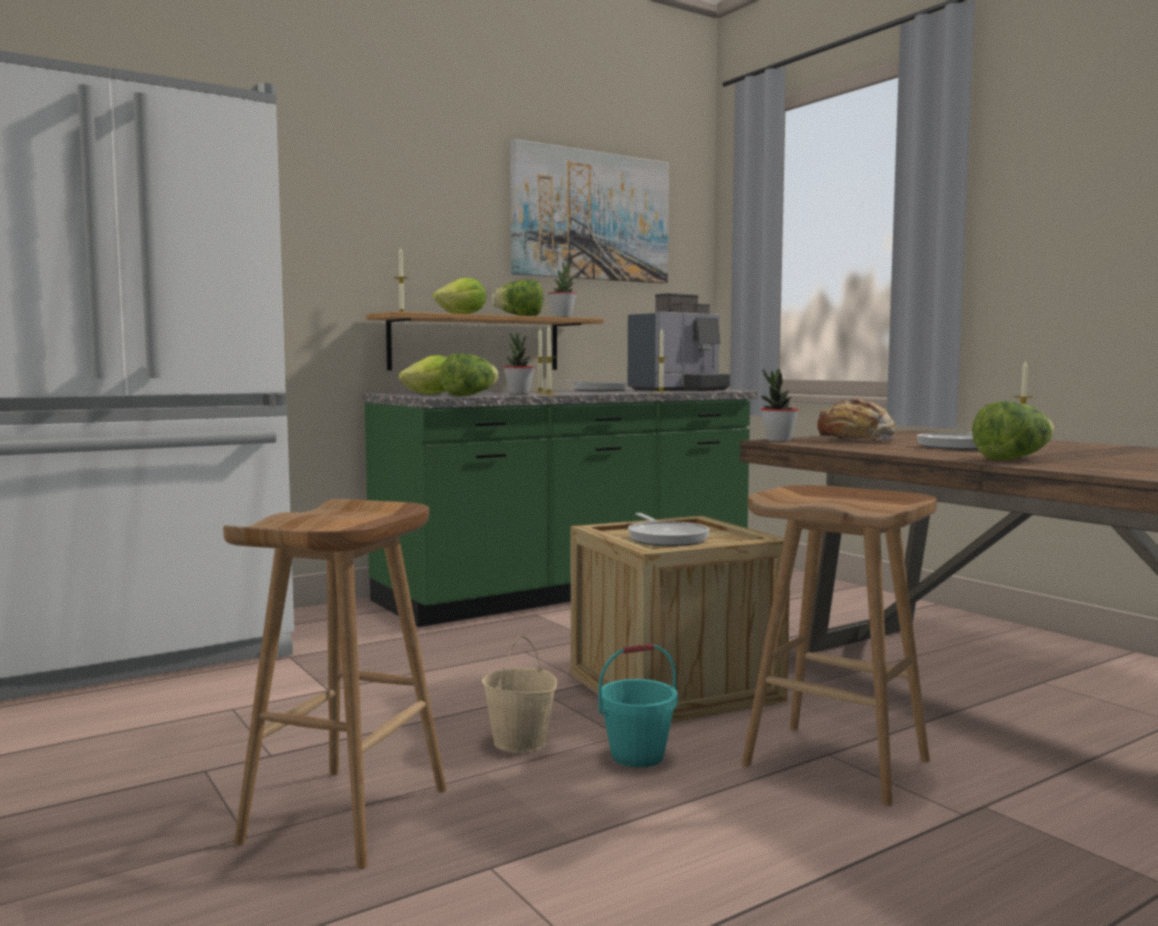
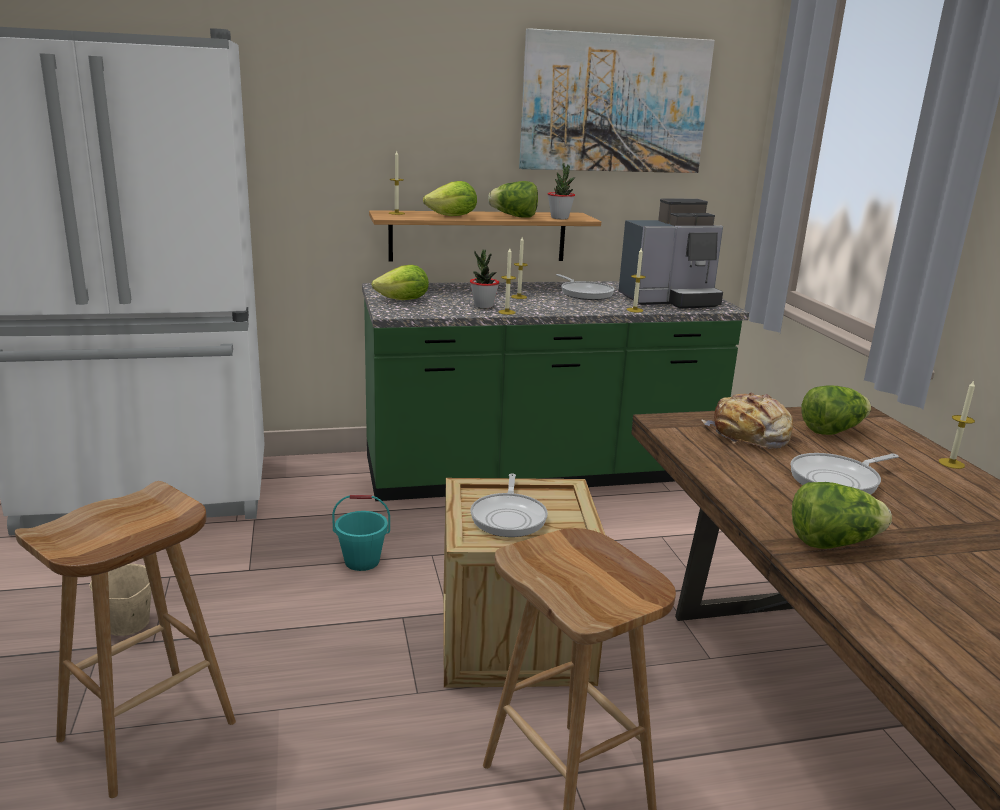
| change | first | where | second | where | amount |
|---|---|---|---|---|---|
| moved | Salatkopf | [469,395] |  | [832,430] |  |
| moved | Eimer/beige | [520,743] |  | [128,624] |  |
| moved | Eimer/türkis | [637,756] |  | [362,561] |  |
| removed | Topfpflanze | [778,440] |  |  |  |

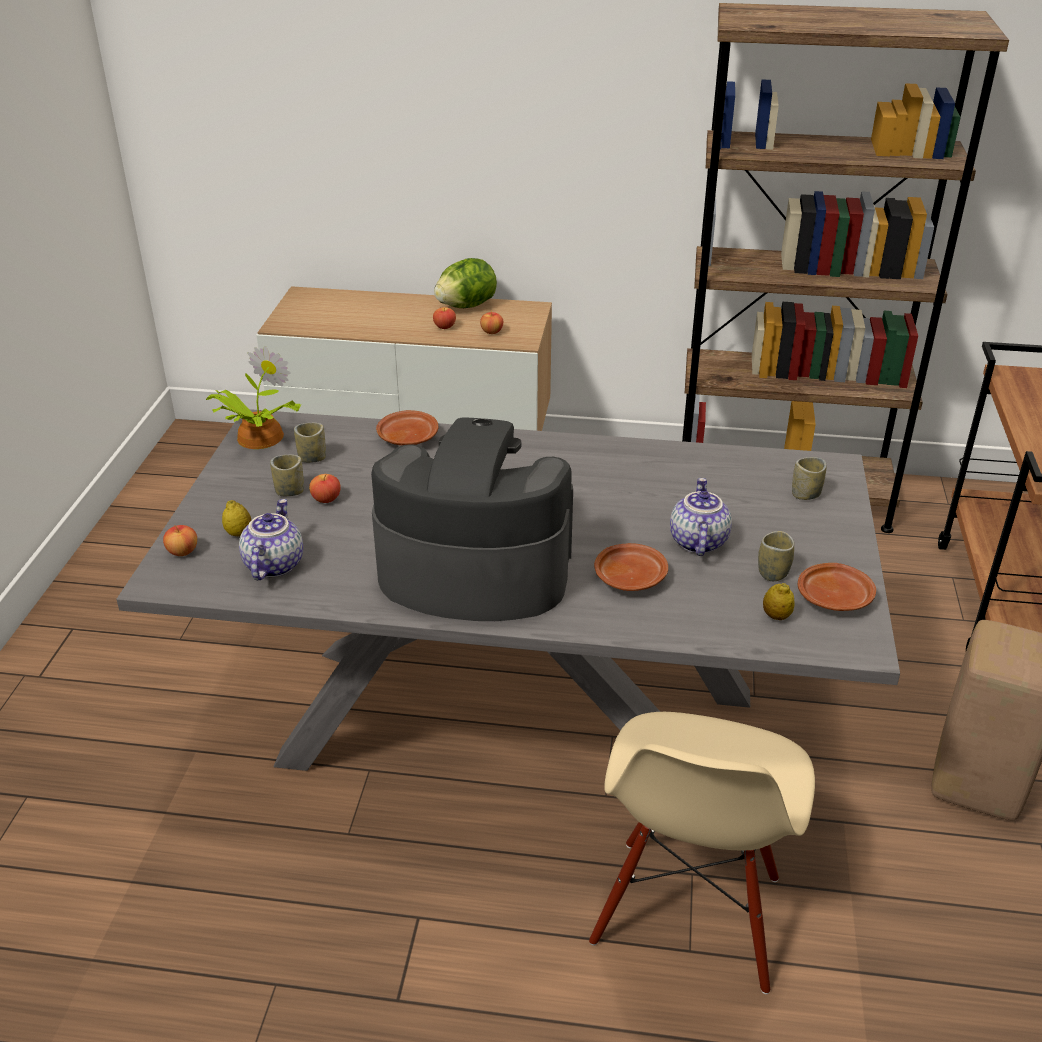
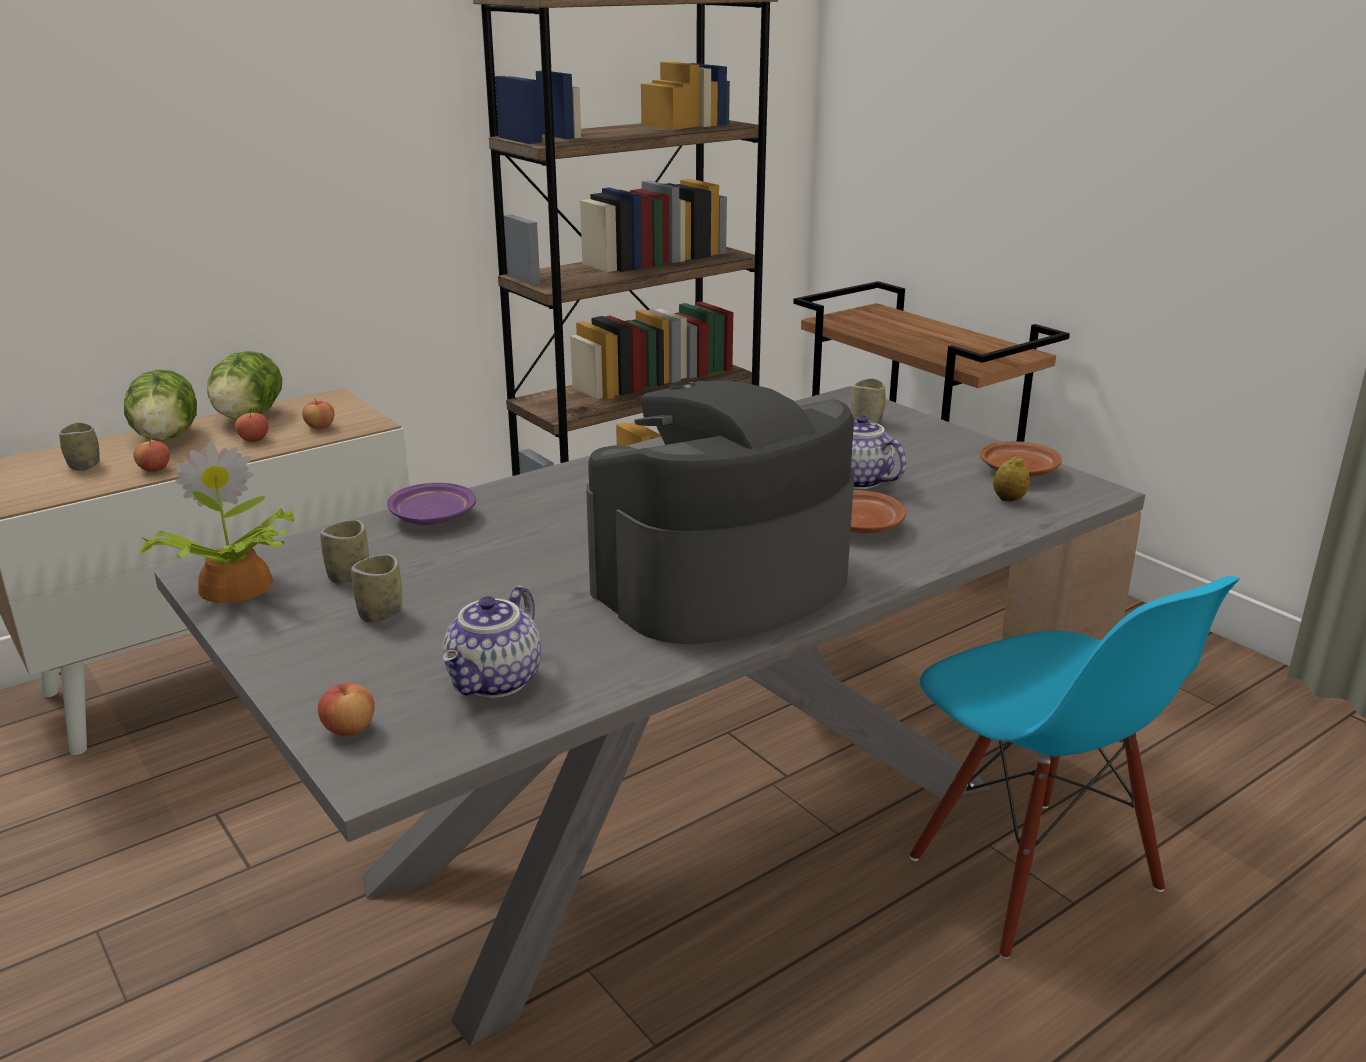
| change | first | where | second | where | amount |
|---|---|---|---|---|---|
| removed | Zitrone | [239,533] |  |  |  |
| turned | Teekanne | [272,564] |  | [496,682] | 120 degrees counterclockwise |
| moved | Apfel | [326,499] |  | [154,469] |  |
| recoloured | Teller/braun | [407,437] | Teller/lila | [431,517] |  |
| recoloured | Stuhl/beige | [689,913] | Stuhl/blau | [1032,875] |  |
| moved | Tasse | [773,573] |  | [84,465] |  |
| added |  |  | Salatkopf | [166,437] |  |

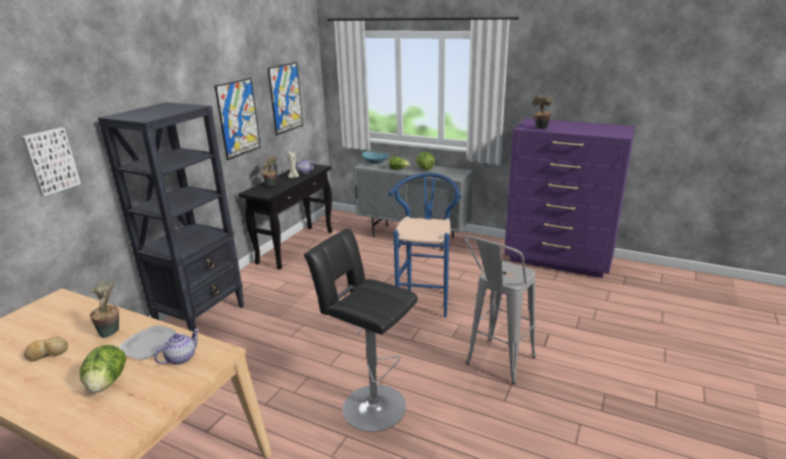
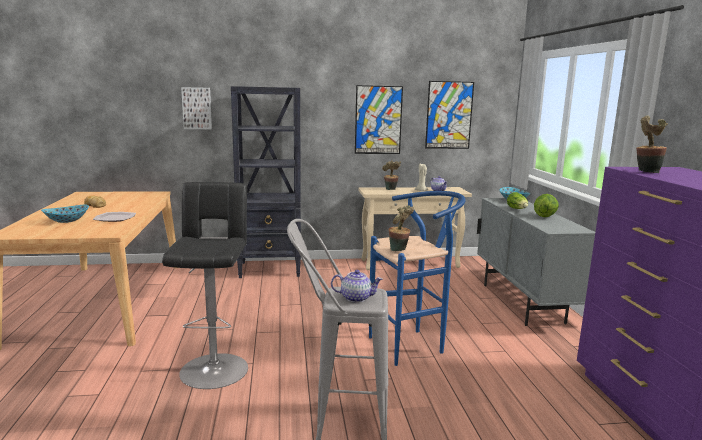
| change | first | where | second | where | amount |
|---|---|---|---|---|---|
| replaced | Salatkopf | [107,383] | Schüssel | [67,221] |  |
| moved | Topfpflanze | [112,332] |  | [399,250] |  |
| moved | Teekanne | [181,358] |  | [356,298] |  |
| recoloured | Konsolentisch/schwarz | [296,246] | Konsolentisch/beige | [410,263] |  |

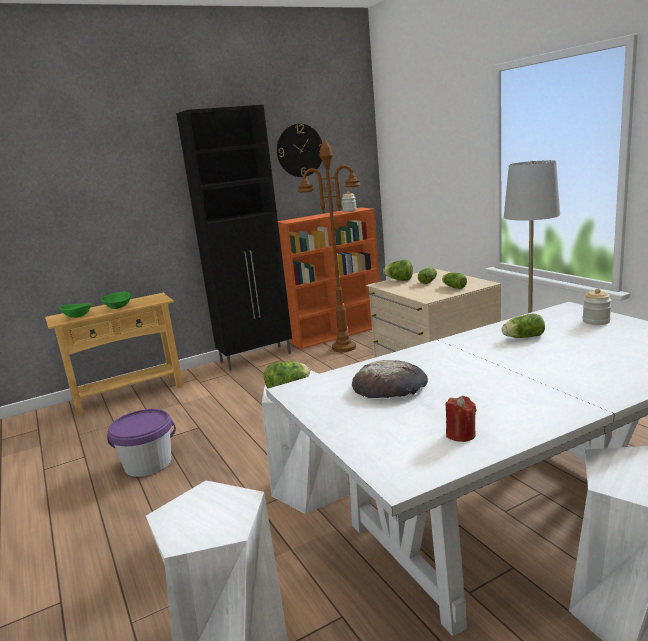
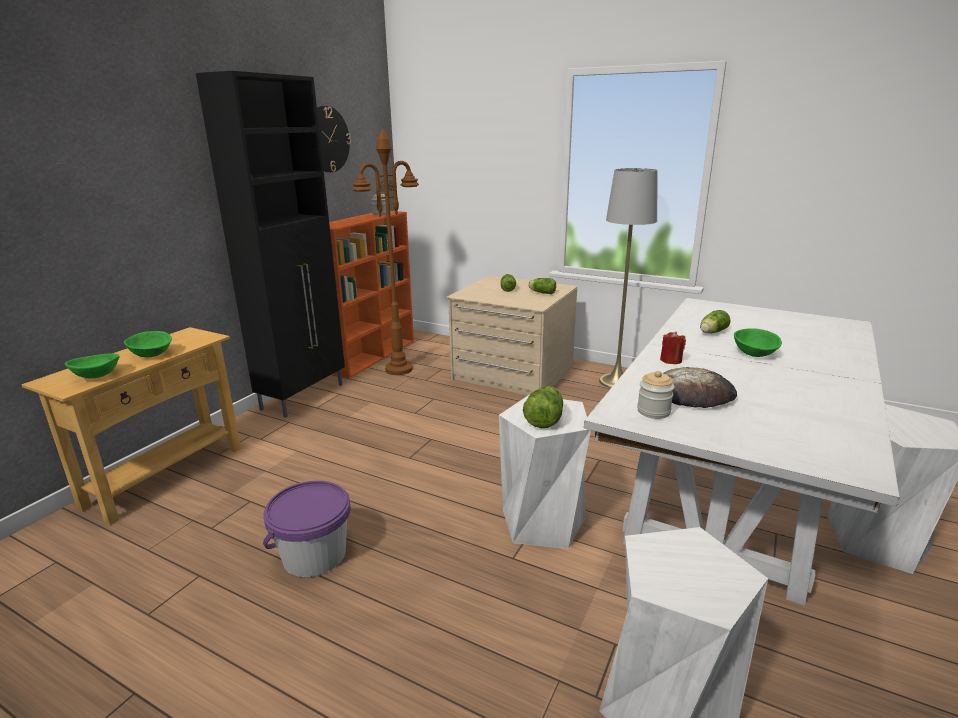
| change | first | where | second | where | amount |
|---|---|---|---|---|---|
| removed | Salatkopf | [399,280] |  |  |  |
| moved | Kerze/rot | [460,434] |  | [671,360] |  |
| moved | Vorratsglas | [596,321] |  | [653,411] |  |
| added |  |  | Schüssel/grün | [754,354] |  |

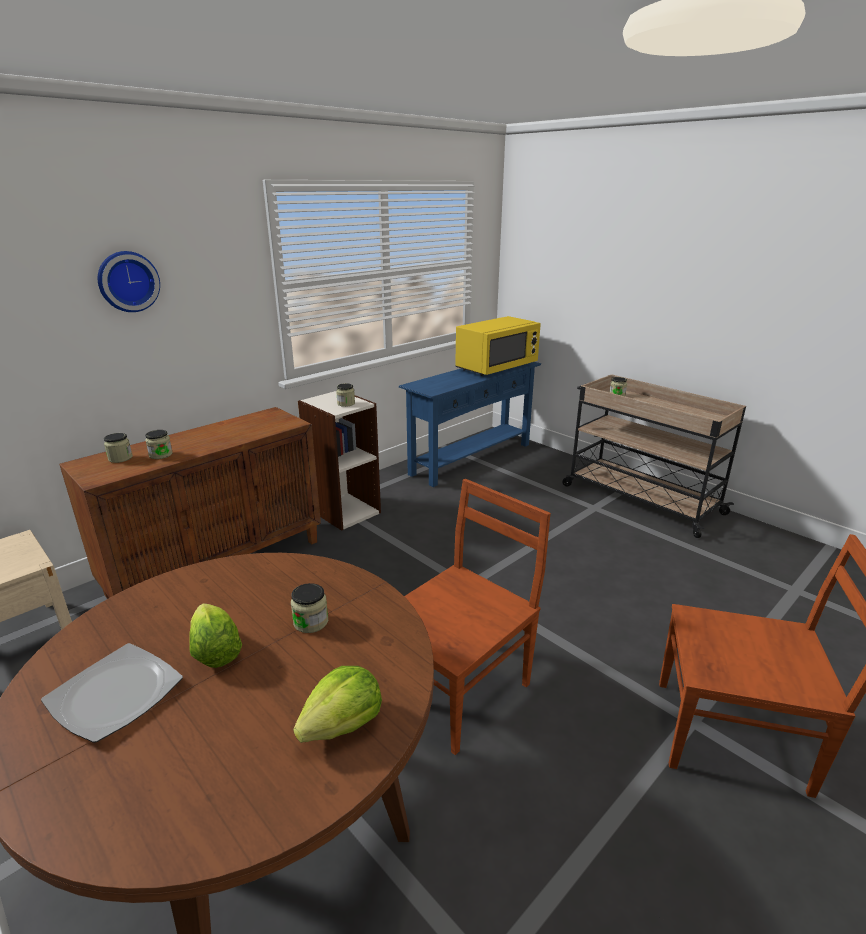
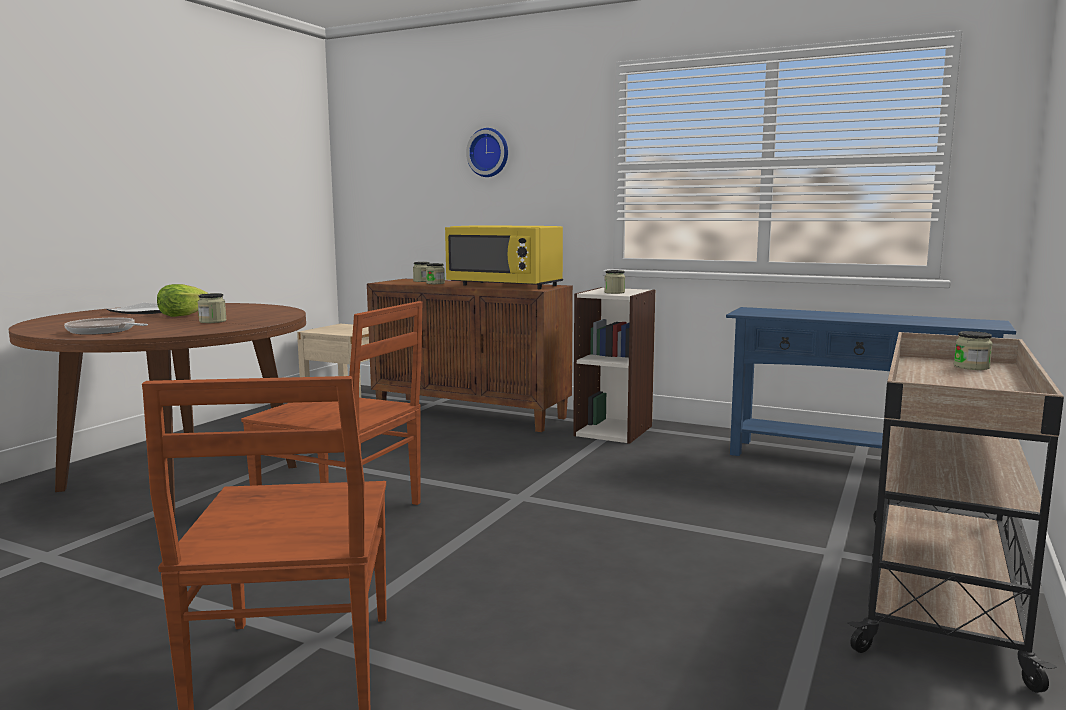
| change | first | where | second | where | amount |
|---|---|---|---|---|---|
| replaced | Salatkopf | [343,724] | Pfanne | [104,331] |  |
| moved | Mikrowelle/gelb | [496,367] |  | [505,286] |  |

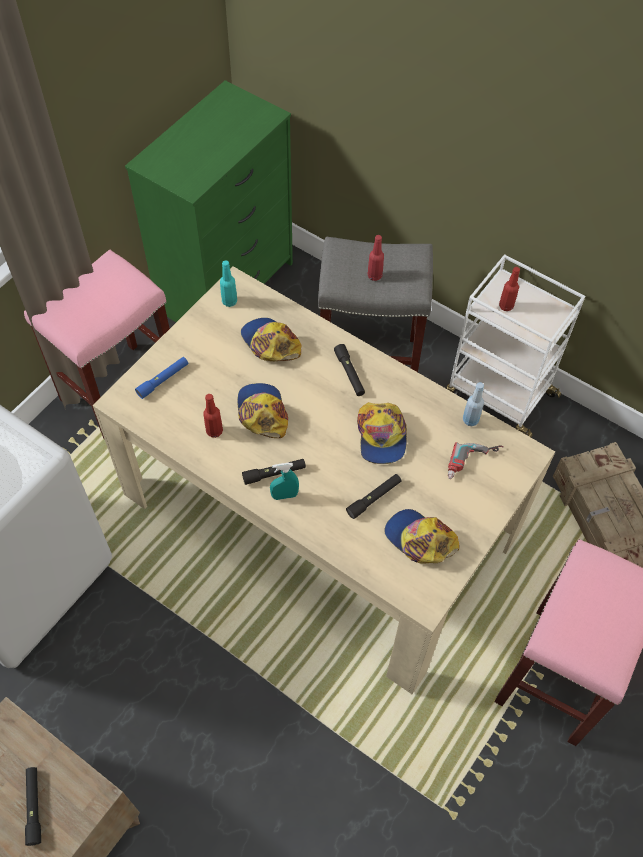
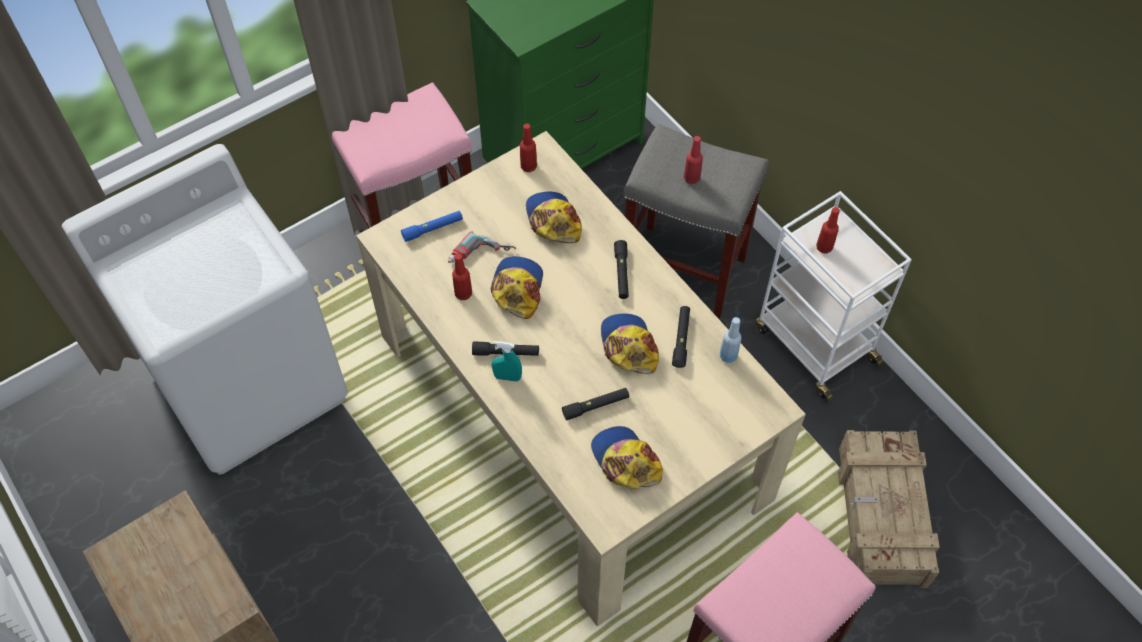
| change | first | where | second | where | amount |
|---|---|---|---|---|---|
| moved | Taschenlampe/schwarz | [34,806] |  | [681,339] |  |
| recoloured | Flasche/türkis | [229,301] | Flasche/rot | [528,166] |  |
| turned | Kappe | [381,436] |  | [628,346] | 150 degrees clockwise |
| moved | Bohrmaschine | [474,464] |  | [481,257] |  |

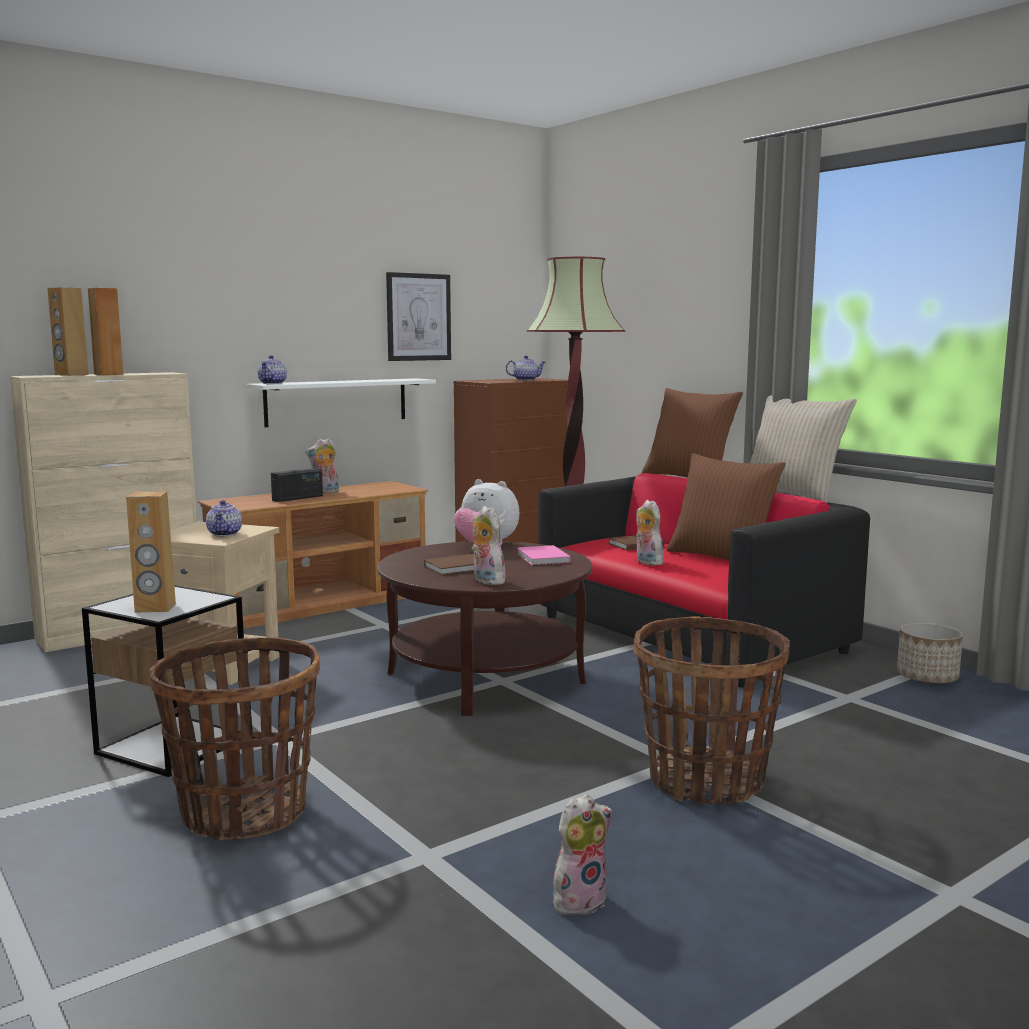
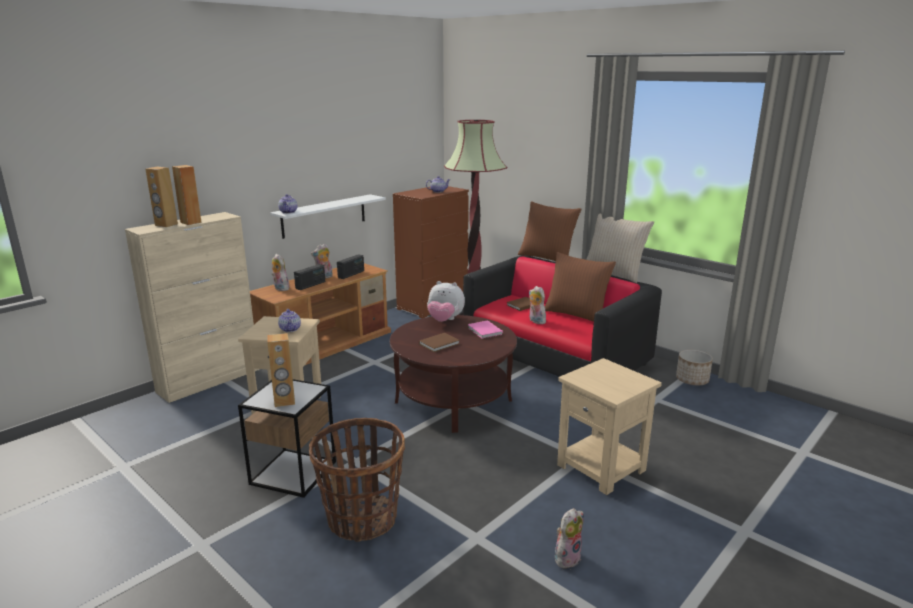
| change | first | where | second | where | amount |
|---|---|---|---|---|---|
| removed | Bild | [418,317] |  |  |  |
| moved | Plüschtier | [486,581] |  | [280,288] |  |
| replaced | Korb | [706,780] | Beistelltisch/beige | [602,468] |  |
| added |  |  | Radio | [351,274] |  |

